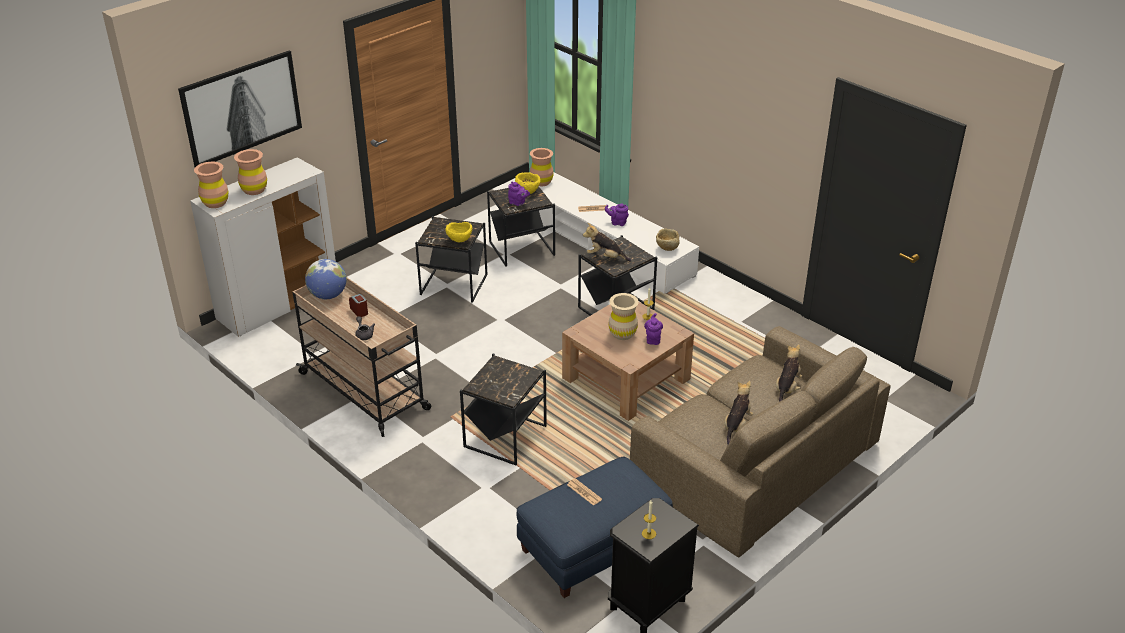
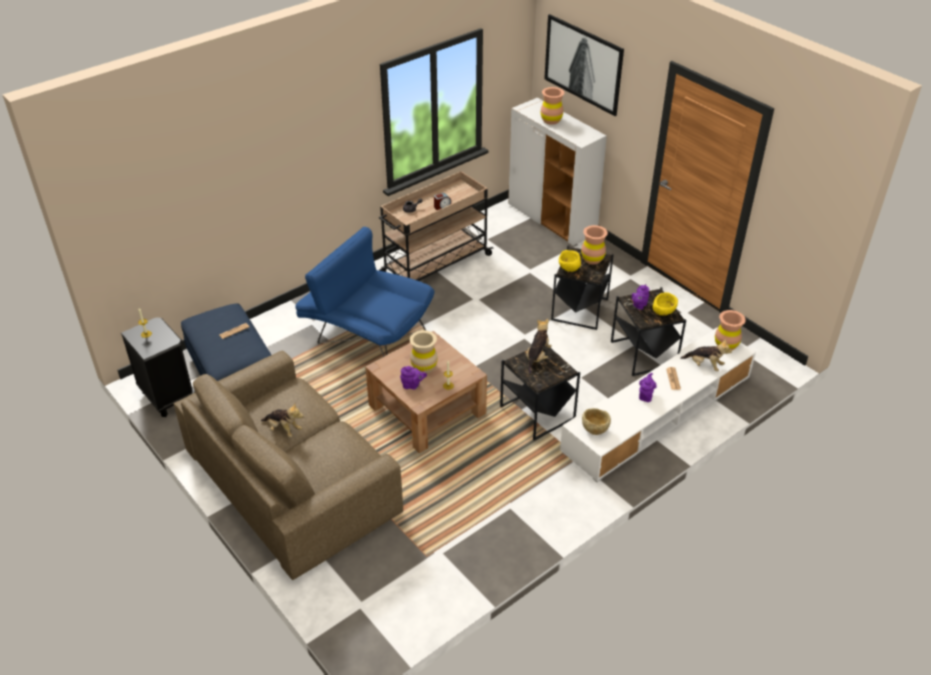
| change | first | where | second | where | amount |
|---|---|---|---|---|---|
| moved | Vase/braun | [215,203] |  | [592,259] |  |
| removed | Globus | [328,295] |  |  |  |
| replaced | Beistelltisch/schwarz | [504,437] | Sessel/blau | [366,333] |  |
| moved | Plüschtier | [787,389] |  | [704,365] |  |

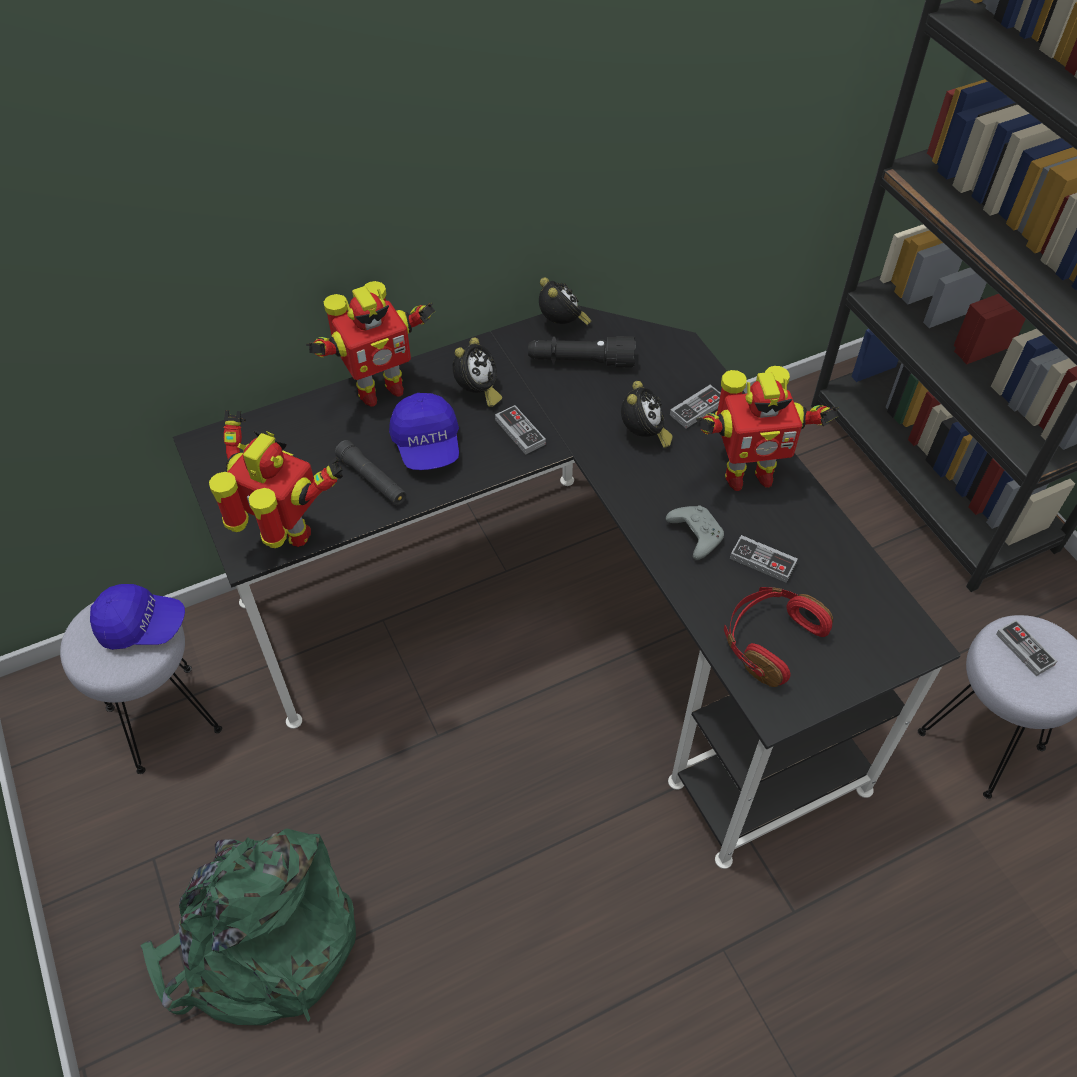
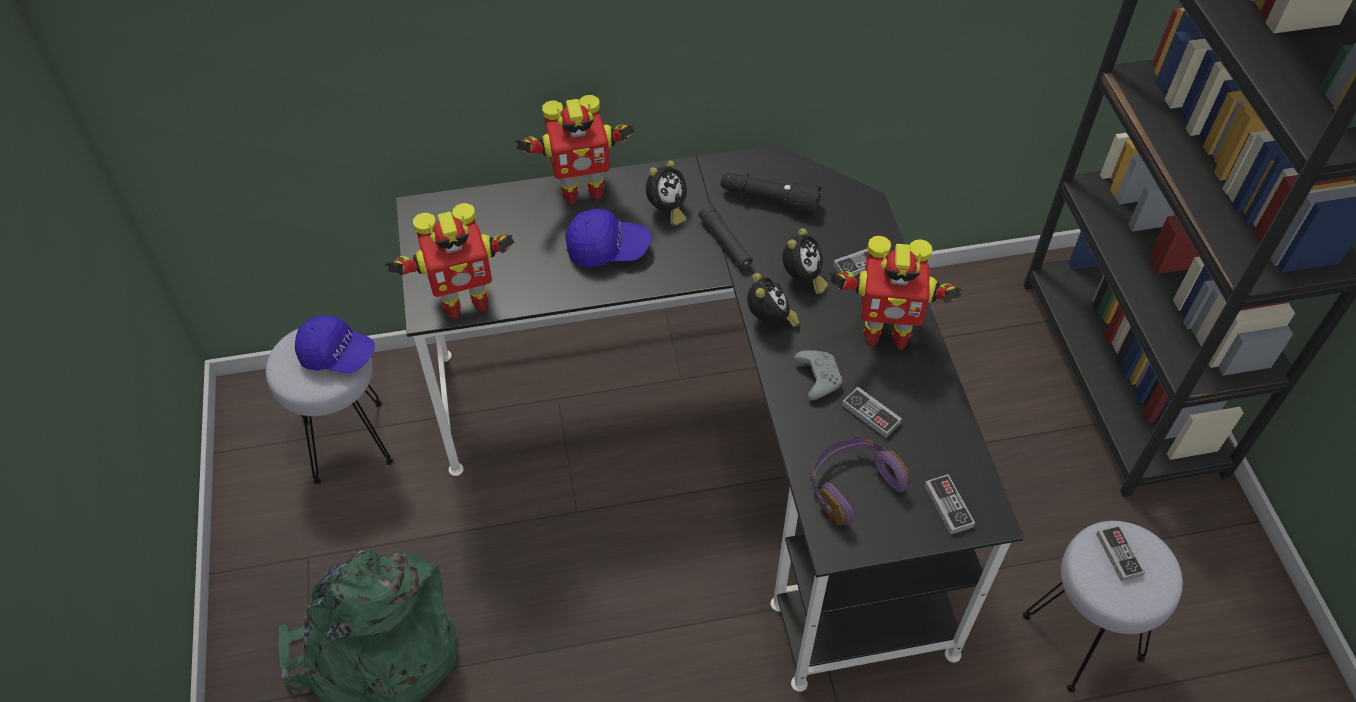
| change | first | where | second | where | amount |
|---|---|---|---|---|---|
| turned | Spielzeugroboter | [286,536] |  | [464,302] | 120 degrees clockwise |
| moved | Taschenlampe/schwarz | [372,479] |  | [725,243] |  |
| turned | Kappe/blau | [427,445] |  | [607,249] | 90 degrees counterclockwise |
| moved | Gamepad | [520,432] |  | [948,506] |  |
| moved | Wecker | [562,324] |  | [770,320] |  |
| recoloured | Kopfhörer/rot | [770,640] | Kopfhörer/lila | [852,485] |  |

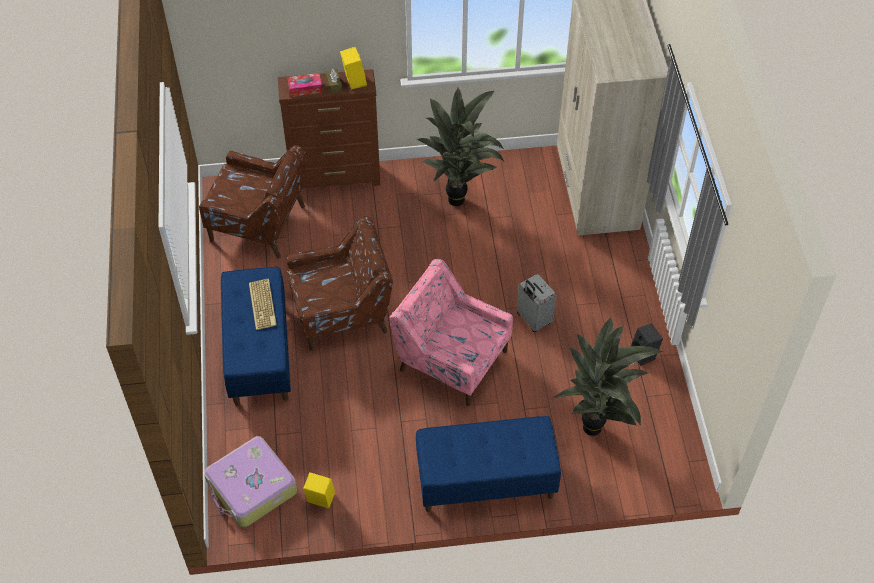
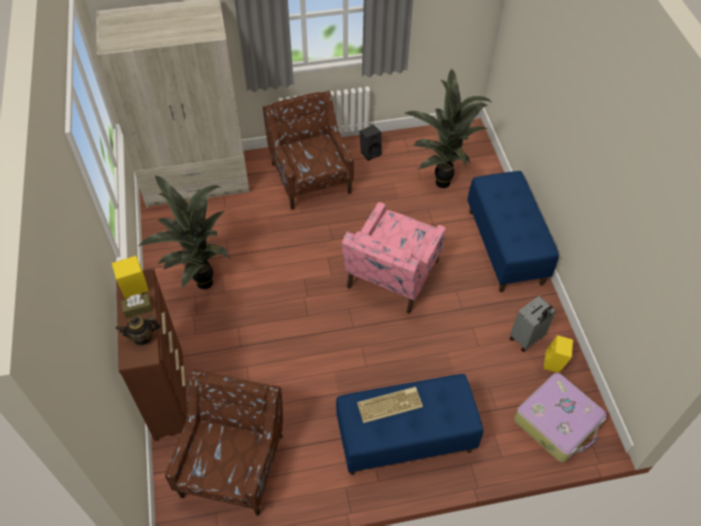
| change | first | where | second | where | amount |
|---|---|---|---|---|---|
| replaced | Taschentuchbox | [305,88] | Teekanne | [142,337] |  |
| moved | Sessel/braun | [342,312] |  | [310,177] |  |
| moved | Koffer/grau | [533,319] |  | [527,338] |  |

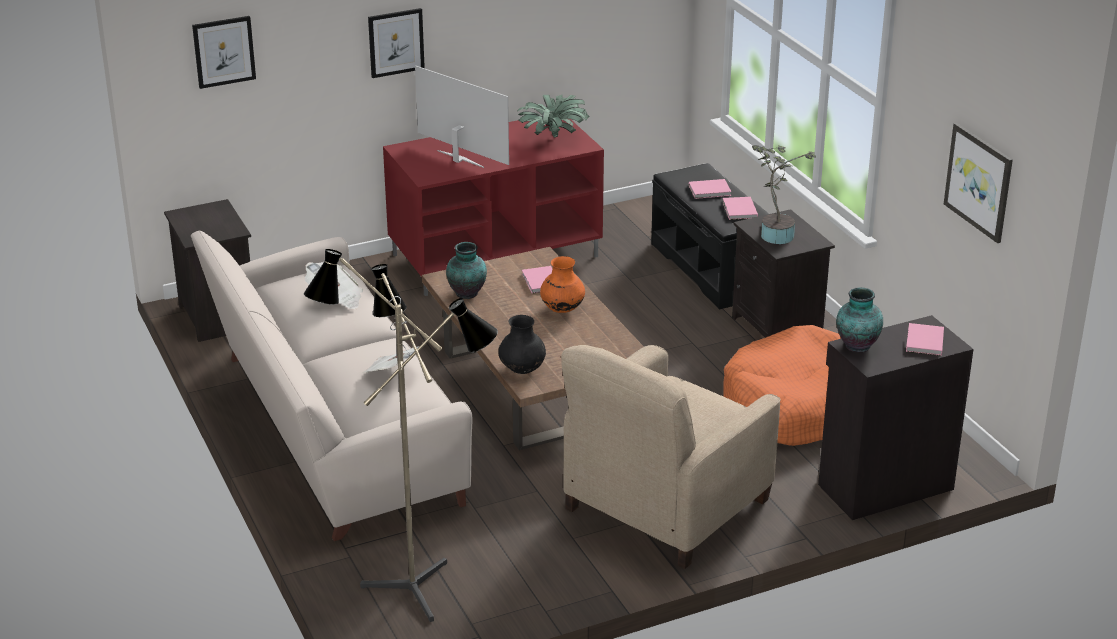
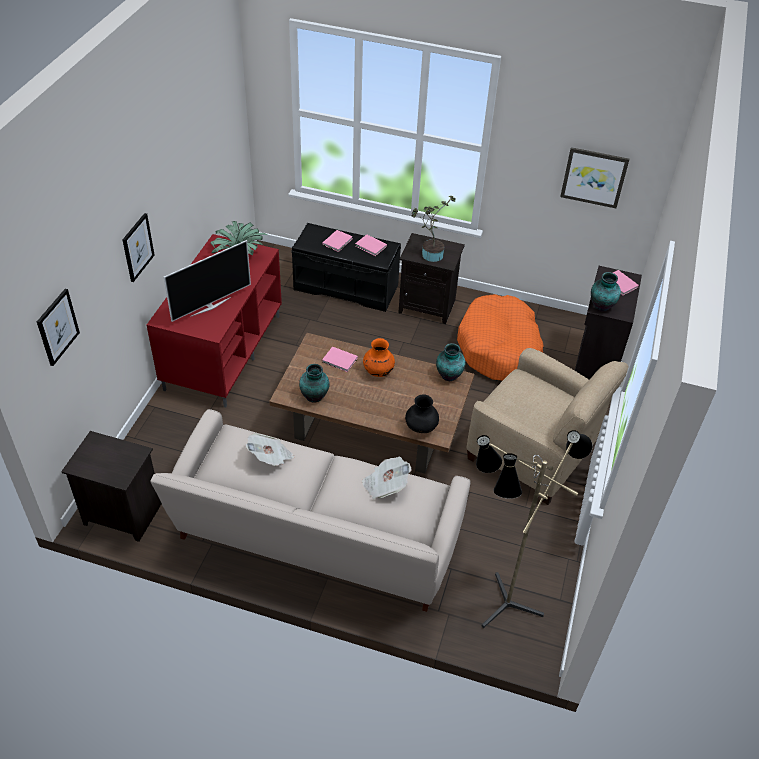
| change | first | where | second | where | amount |
|---|---|---|---|---|---|
| turned | Fernseher | [459,159] |  | [210,306] | 150 degrees clockwise |
| turned | Sessel/beige | [665,506] |  | [533,453] | 45 degrees counterclockwise |
| added |  |  | Vase | [448,376] |  |

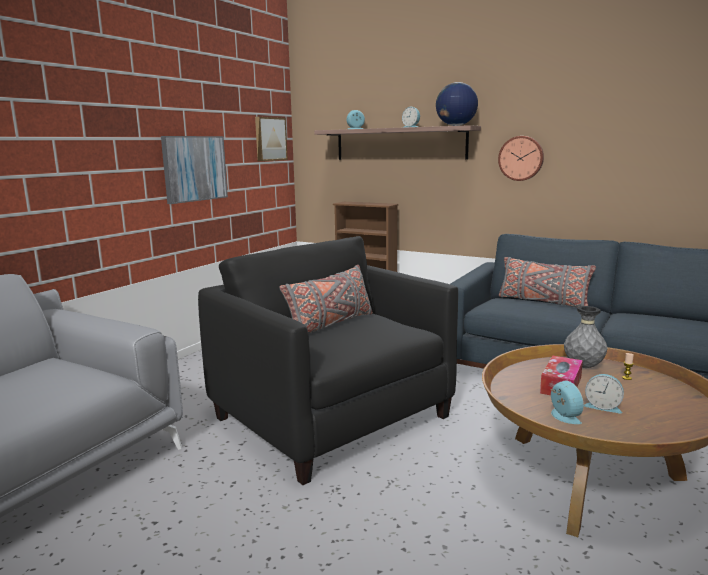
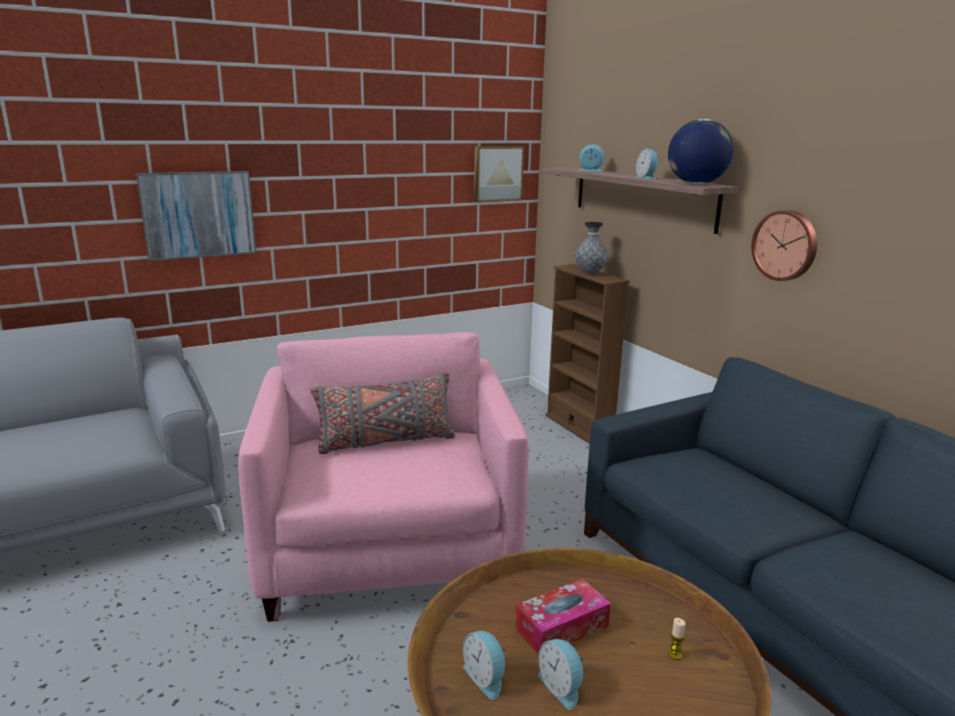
| change | first | where | second | where | amount |
|---|---|---|---|---|---|
| moved | Bild | [194,168] |  | [198,214] |  |
| recoloured | Sessel/schwarz | [333,418] | Sessel/rosa | [389,549] |  |
| removed | Kissen/grau | [542,302] |  |  |  |
| turned | Wecker | [563,416] |  | [485,678] | 135 degrees clockwise |
| moved | Vase/grau | [583,366] |  | [590,273] |  |

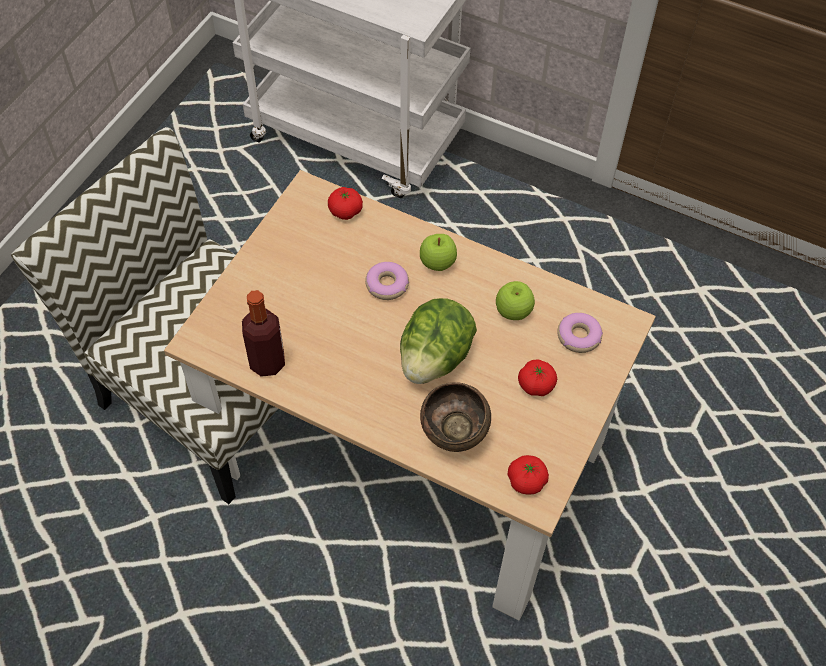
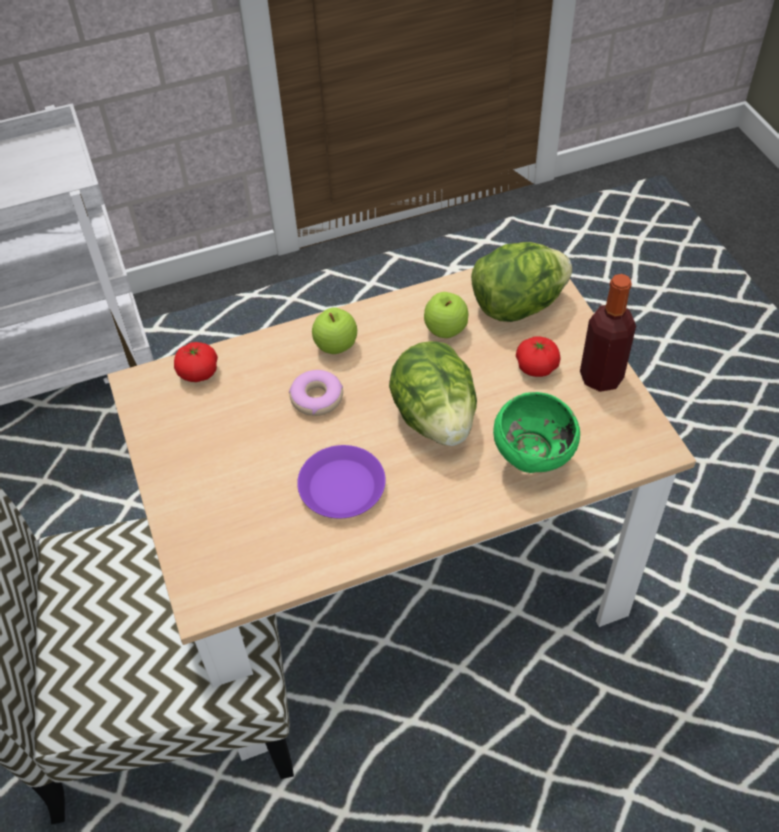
| change | first | where | second | where | amount |
|---|---|---|---|---|---|
| moved | Flasche | [267,362] |  | [601,377] |  |
| recoloured | Schüssel/braun | [455,436] | Schüssel/grün | [533,461] |  |
| removed | Tomate | [526,481] |  |  |  |
| replaced | Donut | [579,336] | Salatkopf | [517,305] |  |
| added |  |  | Teller/lila | [341,486] |  |

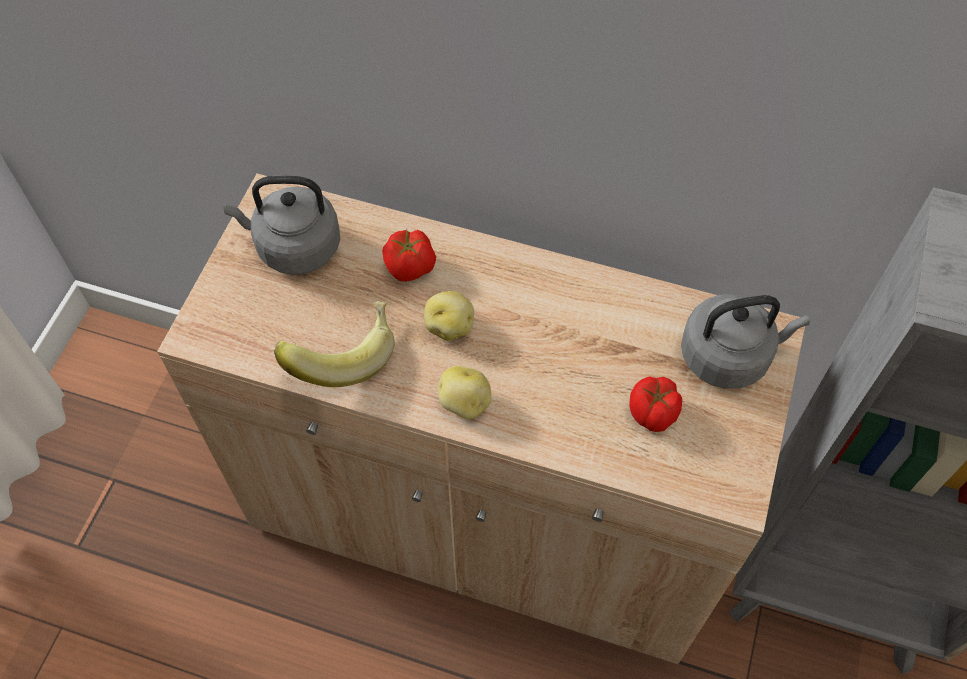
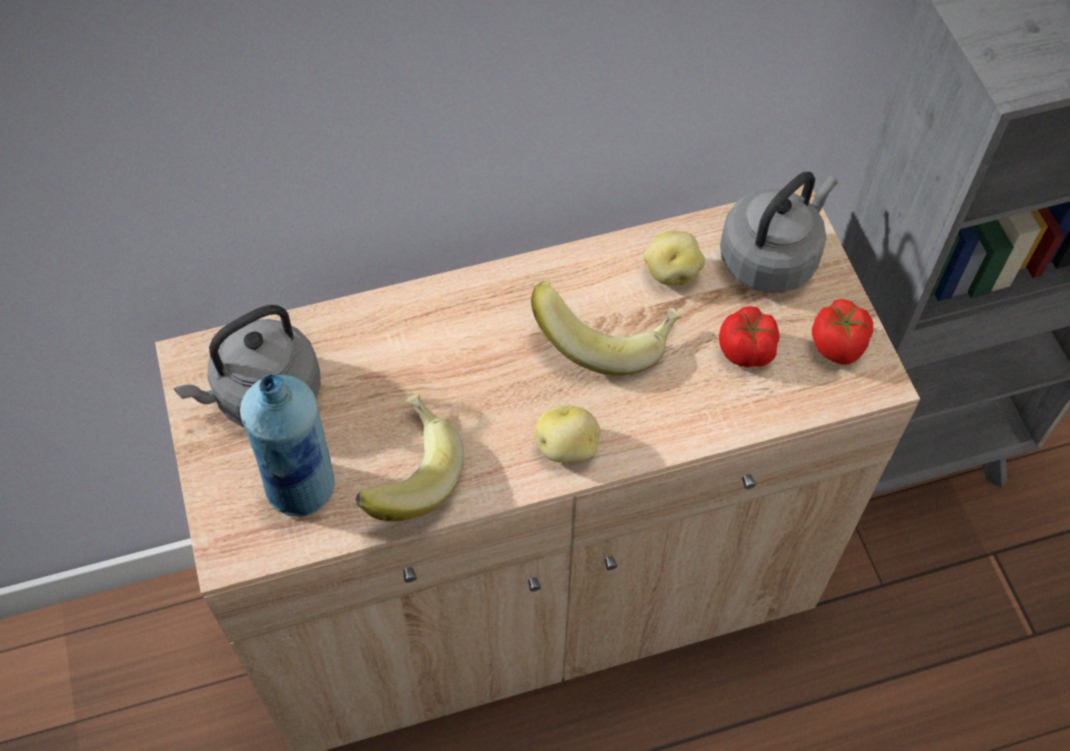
| change | first | where | second | where | amount |
|---|---|---|---|---|---|
| moved | Tomate | [411,267] |  | [838,345] |  |
| moved | Kartoffel | [449,326] |  | [671,271] |  |
| added |  |  | Flasche/blau | [302,487] |  |
| added |  |  | Banane | [606,337] |  |

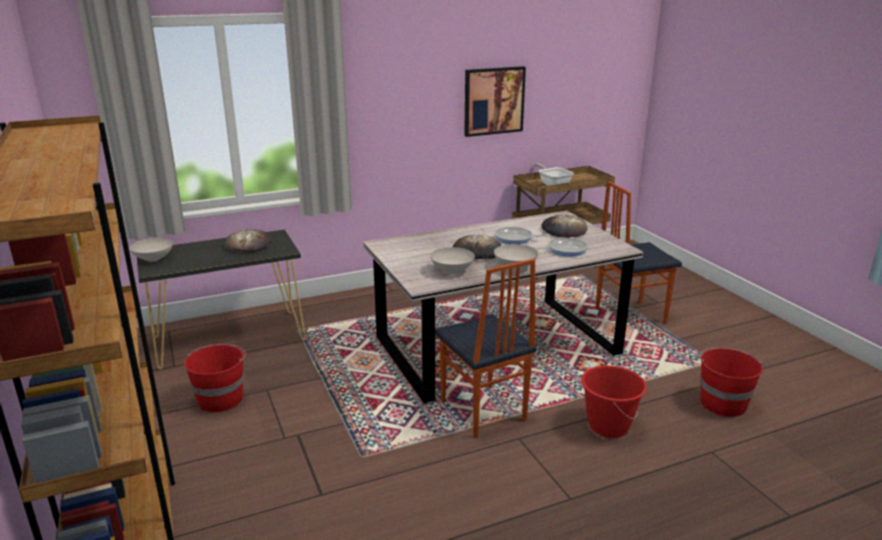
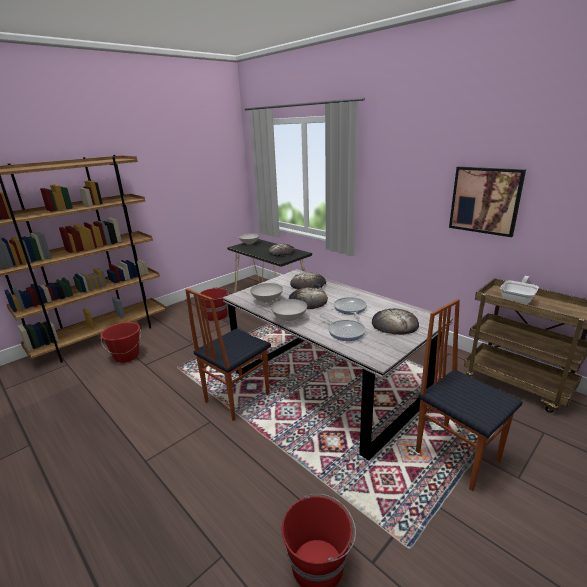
| change | first | where | second | where | amount |
|---|---|---|---|---|---|
| moved | Eimer/rot | [608,426] |  | [127,356] |  |
| added |  |  | Brot | [308,284] |  |

